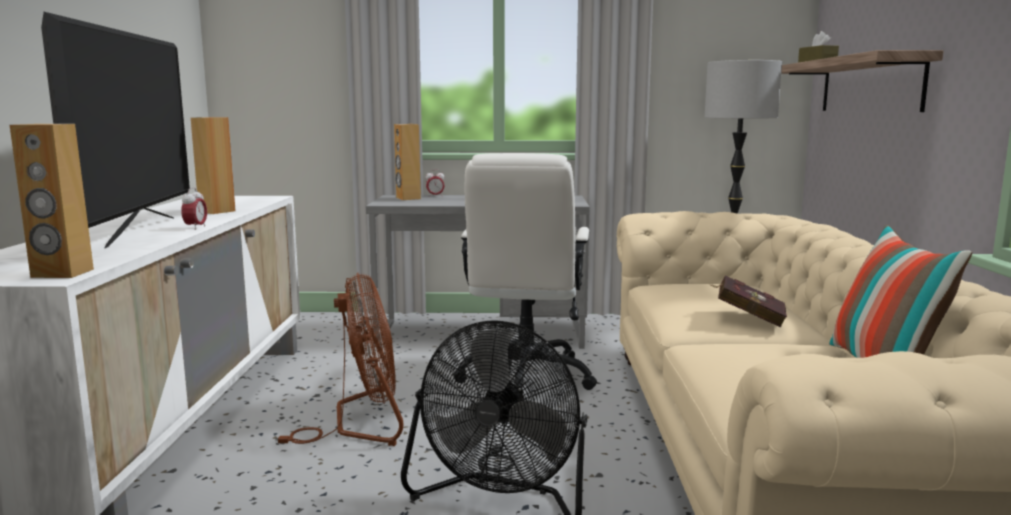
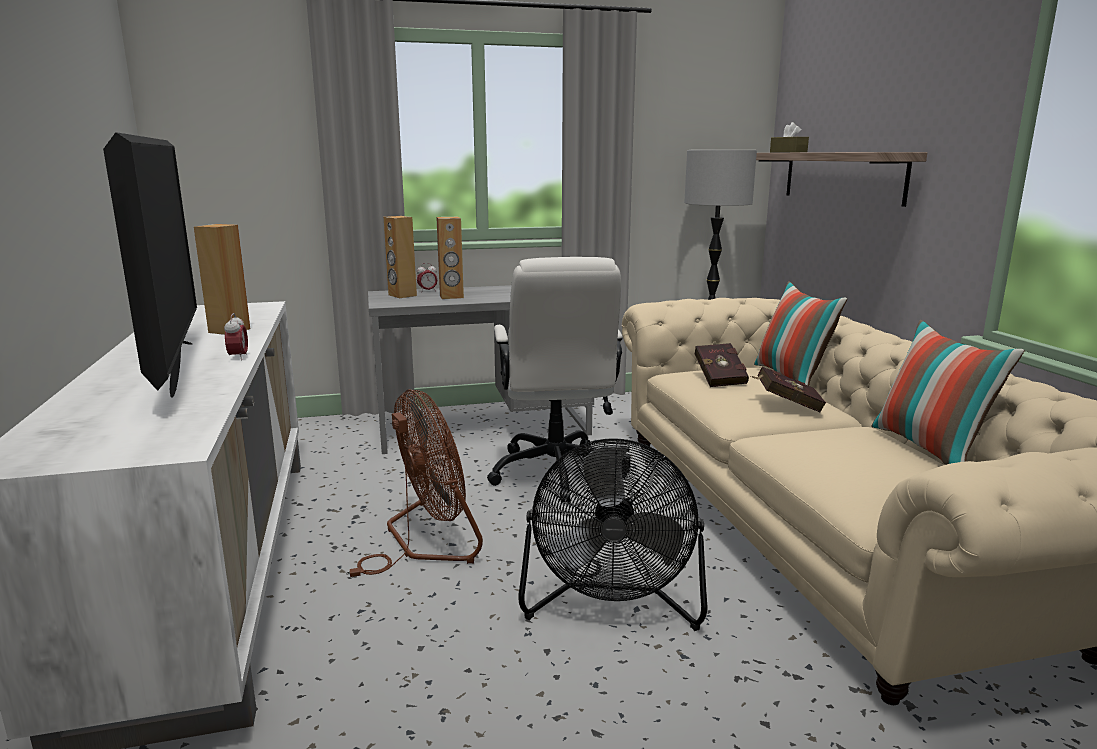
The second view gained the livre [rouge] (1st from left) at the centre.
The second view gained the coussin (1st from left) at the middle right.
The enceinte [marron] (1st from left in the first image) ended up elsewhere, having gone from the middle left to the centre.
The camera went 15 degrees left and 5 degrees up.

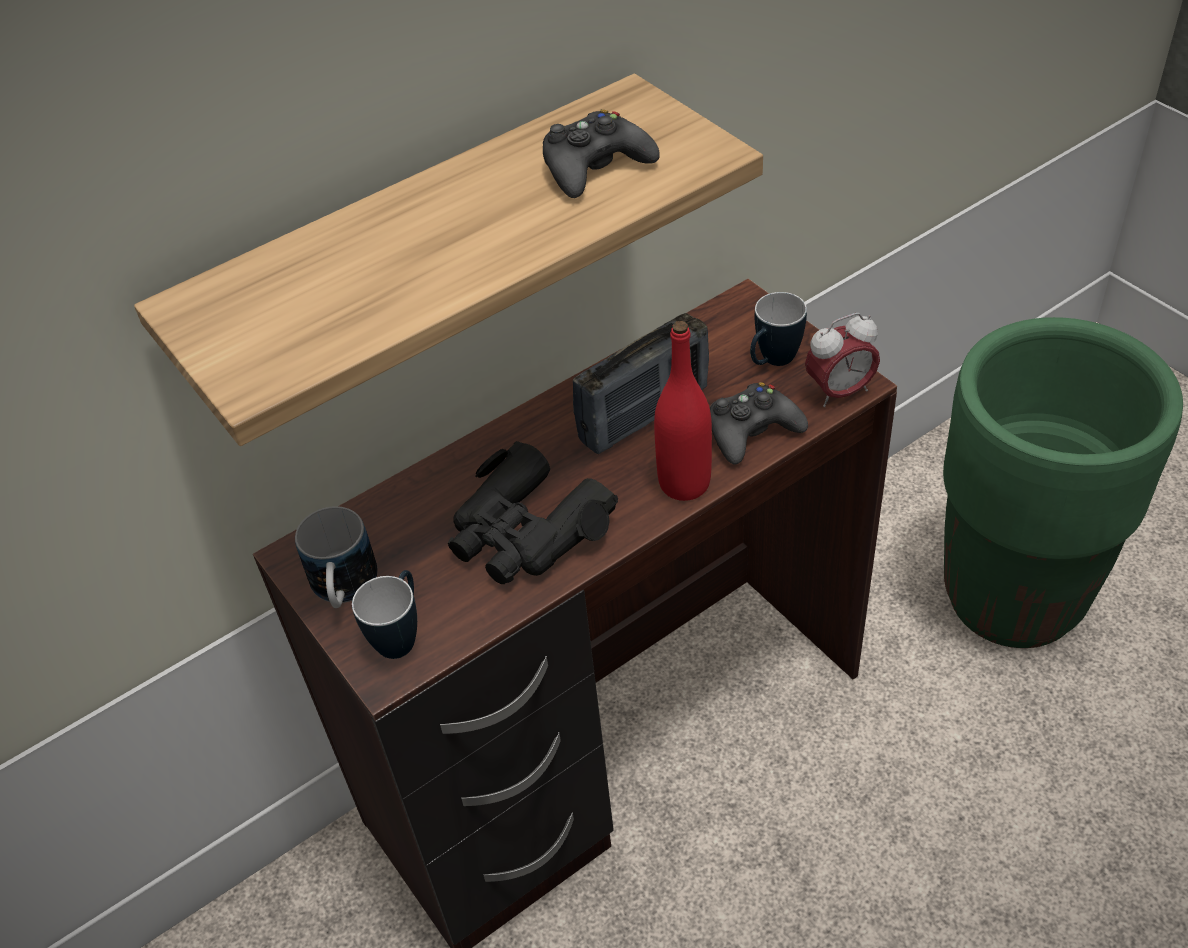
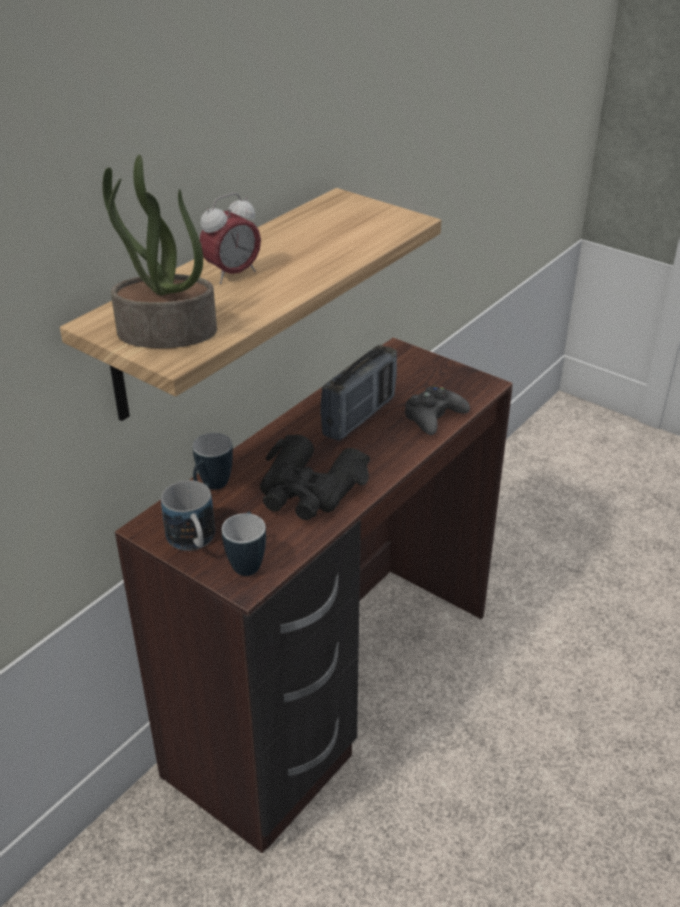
The second view lost the manette [noir] (1st from left) at the top centre.
The second view lost the bouteille [rouge] at the centre.
The second view lost the cache-pot [vert] at the middle right.
The second view gained the plante en pot at the top left.
The mug (3rd from left in the first image) ended up elsewhere, having gone from the centre to the middle left.
The réveil ended up elsewhere, having gone from the middle right to the top centre.
The camera went 20 degrees left and 10 degrees down.

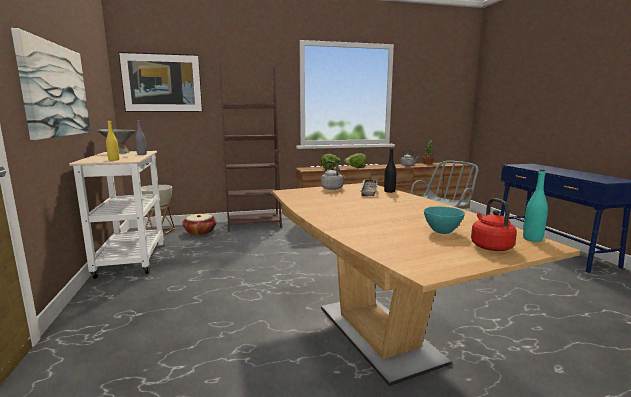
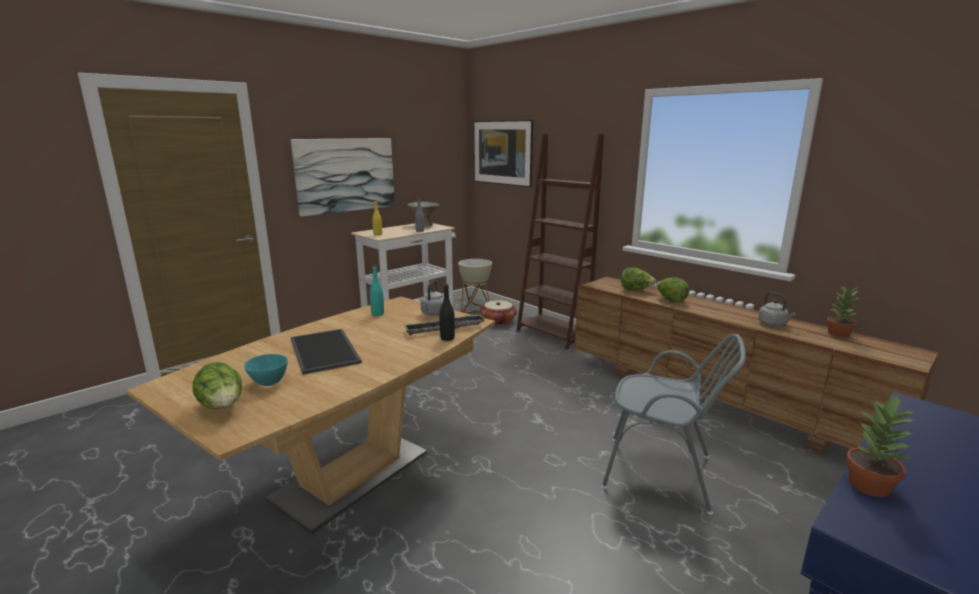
The second view gained the plateau (1st from left) at the middle left.
The second view gained the plante en pot (2nd from left) at the bottom right.
The bouteille [turquoise] ended up elsewhere, having gone from the middle right to the centre.
Where the bouilloire [rouge] stood at the middle right, the laitue (1st from left) came to stand at the middle left.
The camera went 60 degrees right and 5 degrees up.

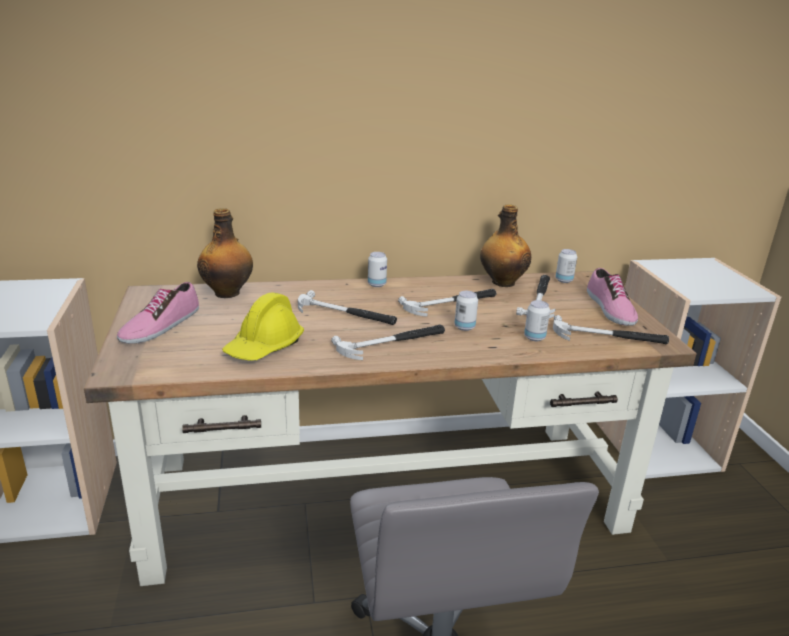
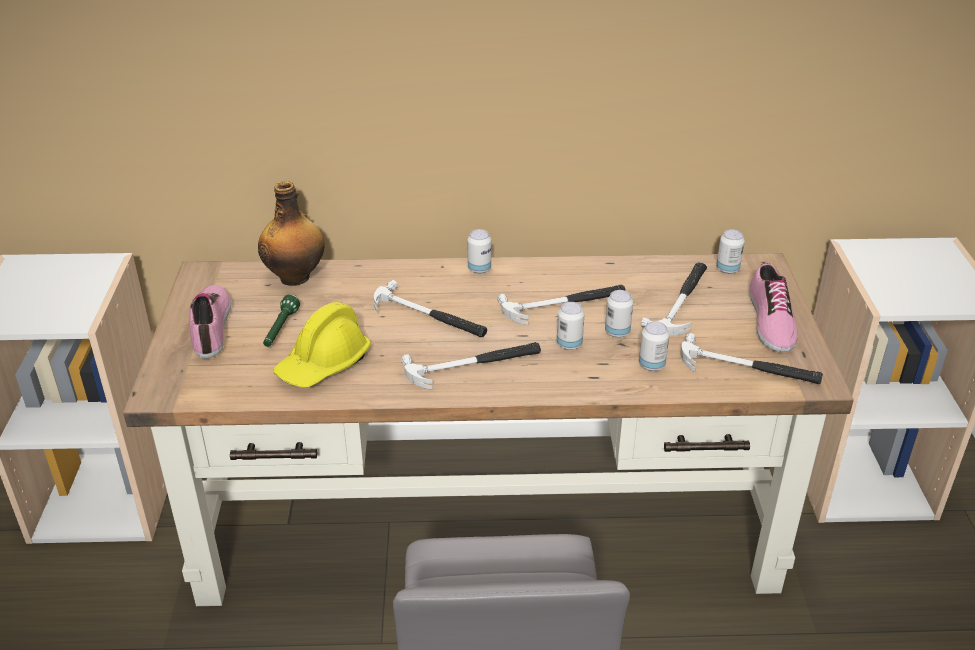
The second view lost the bouteille (2nd from left) at the centre.
The second view gained the lampe de poche [vert] at the middle left.
The second view gained the boîte métallique (3rd from left) at the centre.
The chaussure (1st from left) at the middle left ended up facing another way, 135 degrees clockwise from before.
The camera went 10 degrees right and 10 degrees up.

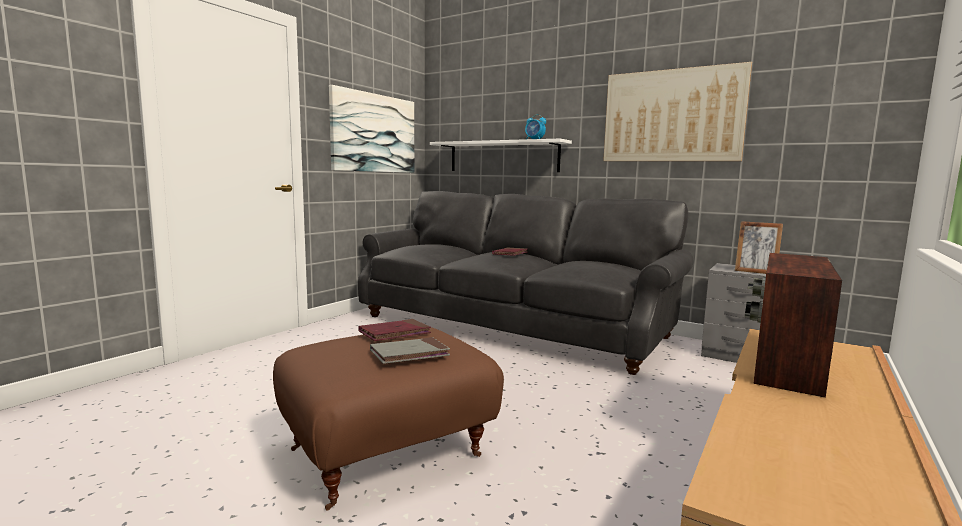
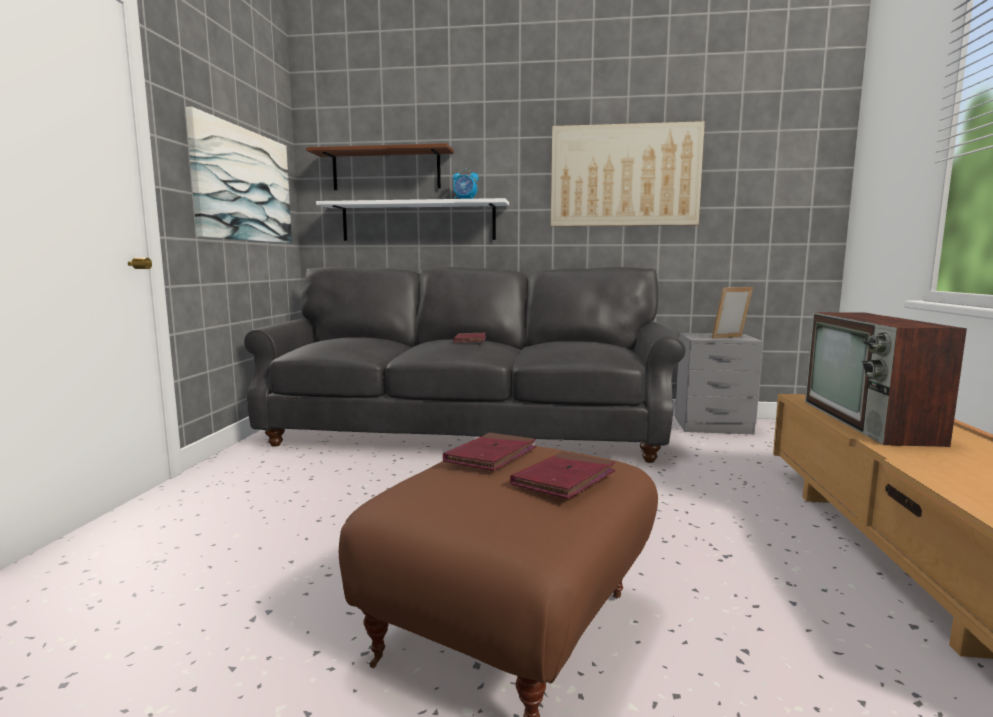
The second view gained the étagère [marron] at the top centre.
What was the livre [gris] at the centre turned into the livre [rouge] (3rd from left) at the centre.
The cadre photo at the middle right ended up facing another way, 150 degrees clockwise from before.
The camera went 25 degrees left and 0 degrees up.

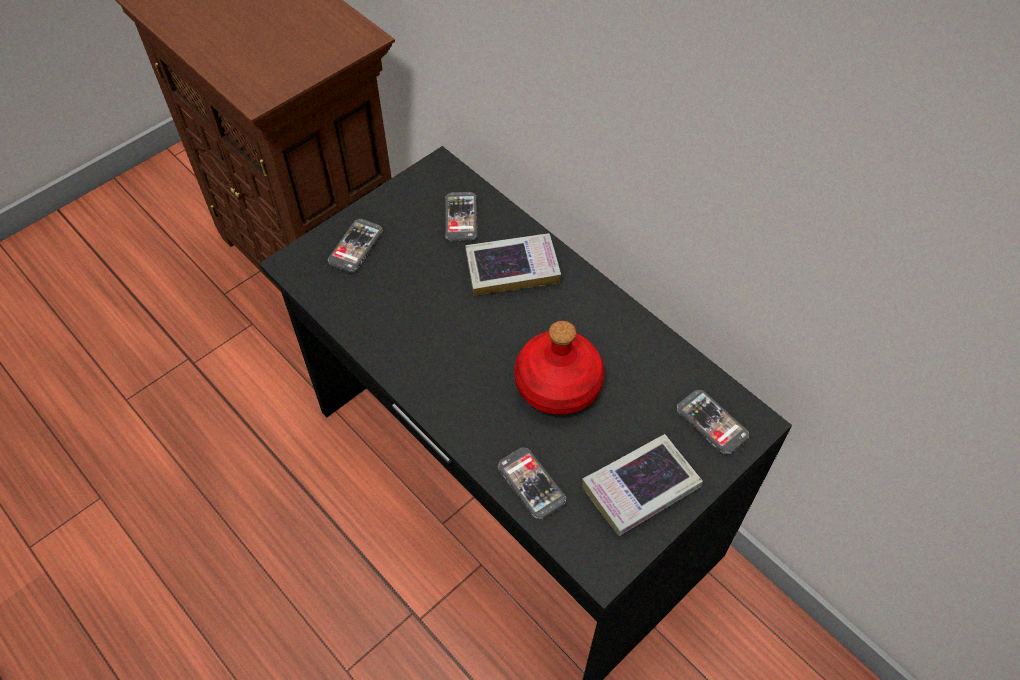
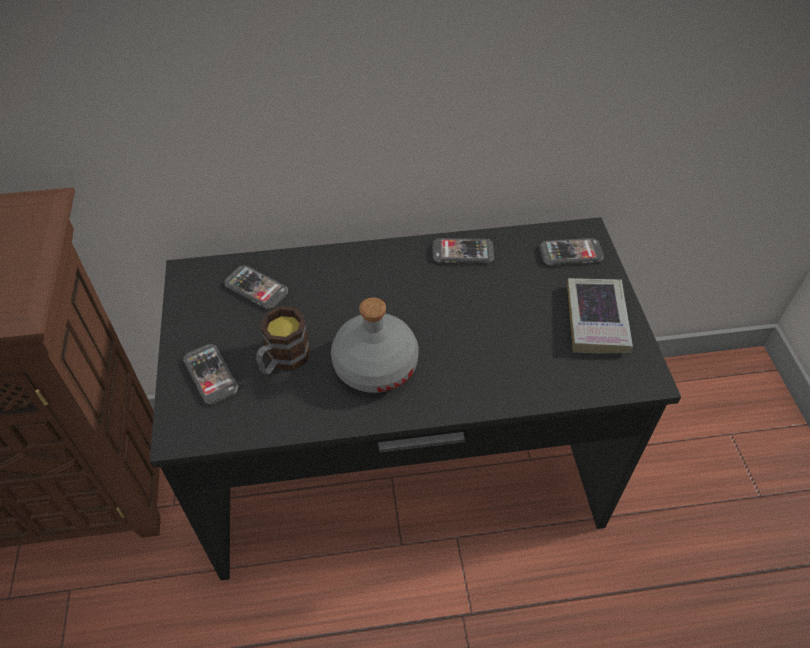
The second view lost the livre (1st from left) at the centre.
The second view lost the bouteille [rouge] at the centre.
The second view gained the mug at the centre.
The second view gained the bouteille [gris] at the centre.
The téléphone (3rd from left) ended up elsewhere, having gone from the bottom centre to the centre.
The camera went 55 degrees left and 5 degrees down.

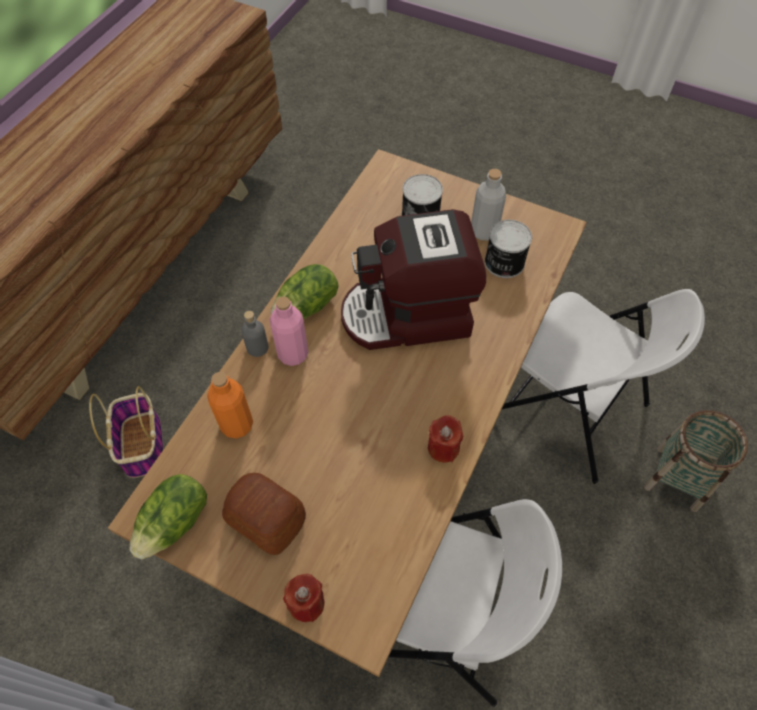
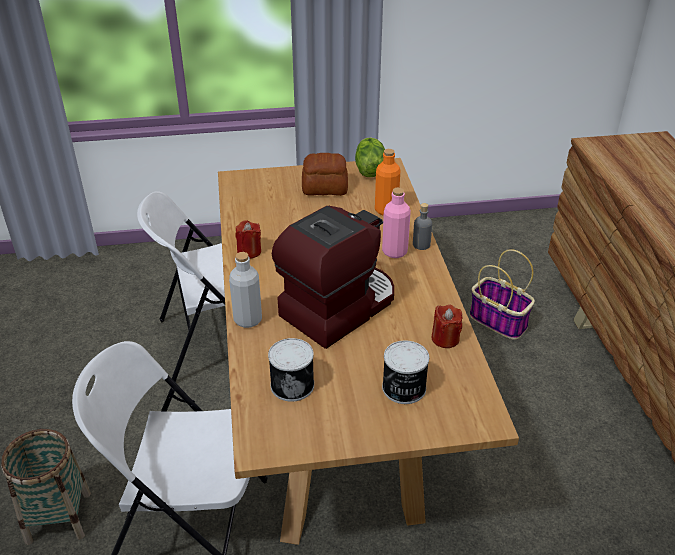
The second view lost the laitue (2nd from left) at the centre.
The bougie [rouge] (1st from left in the first image) ended up elsewhere, having gone from the bottom centre to the centre.
The bouteille [gris] (2nd from left in the first image) ended up elsewhere, having gone from the top centre to the centre.
The camera went 145 degrees right and 20 degrees down.

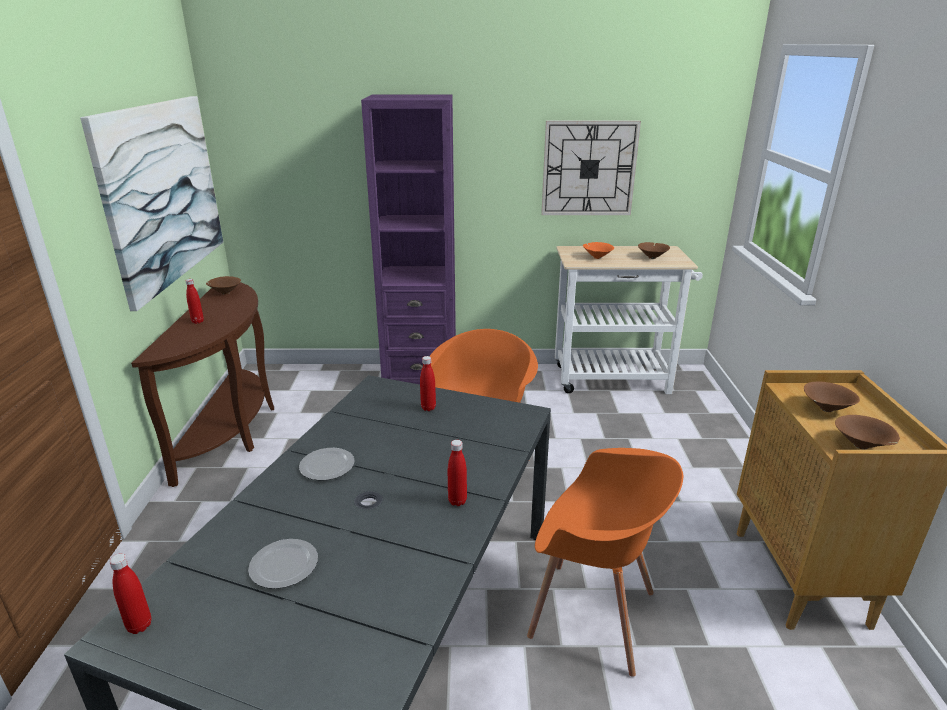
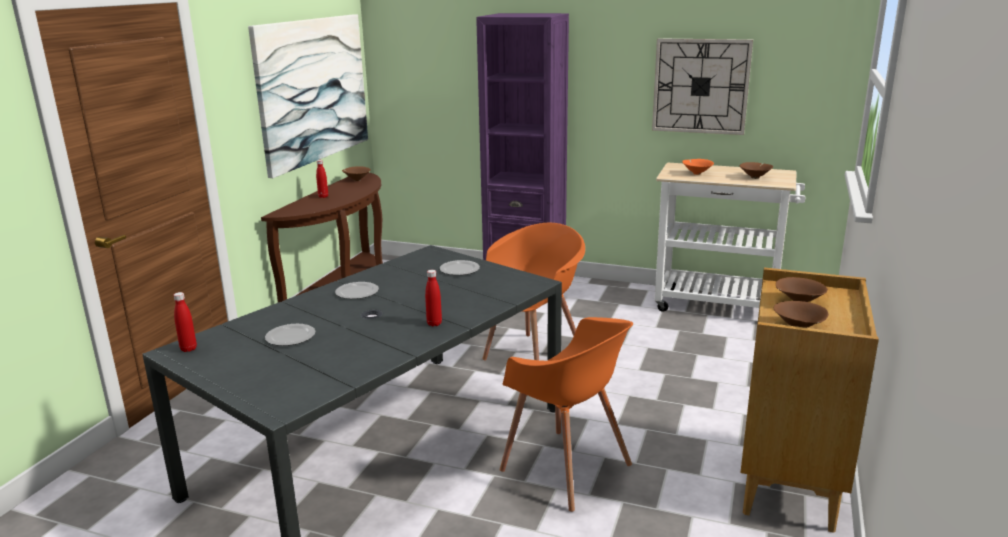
Where the bouteille [rouge] (3rd from left) stood at the centre, the assiette (3rd from left) came to stand at the centre.
The camera went 20 degrees right and 5 degrees down.

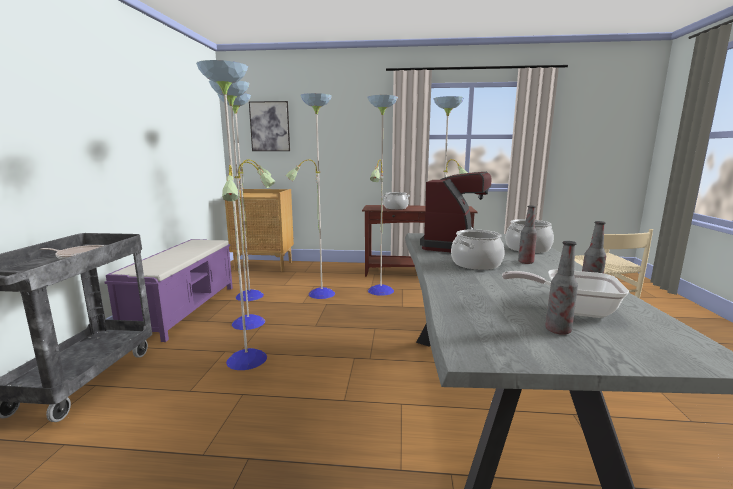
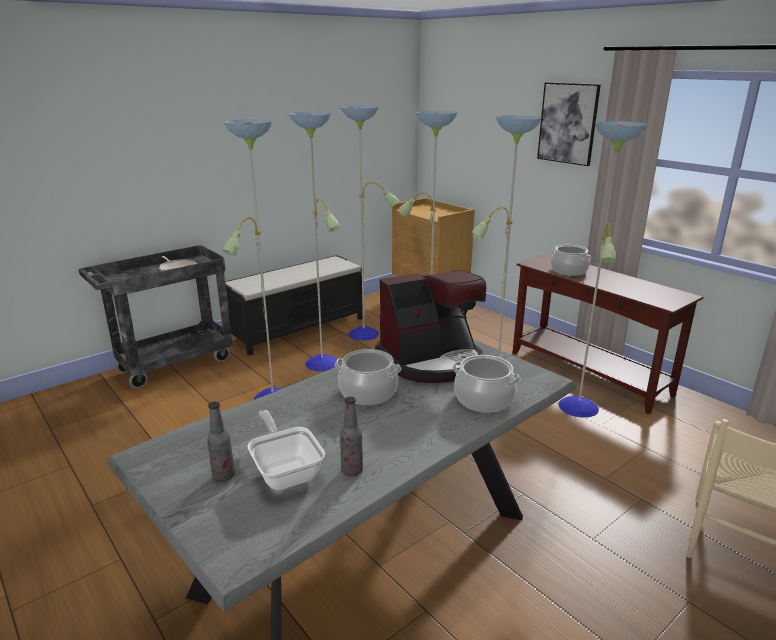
The second view lost the bouteille (1st from left) at the middle right.
The tableau ended up elsewhere, having gone from the top centre to the top right.
What was the banc [violet] at the middle left turned into the banc [noir] at the centre.
The camera went 45 degrees right and 10 degrees up.

